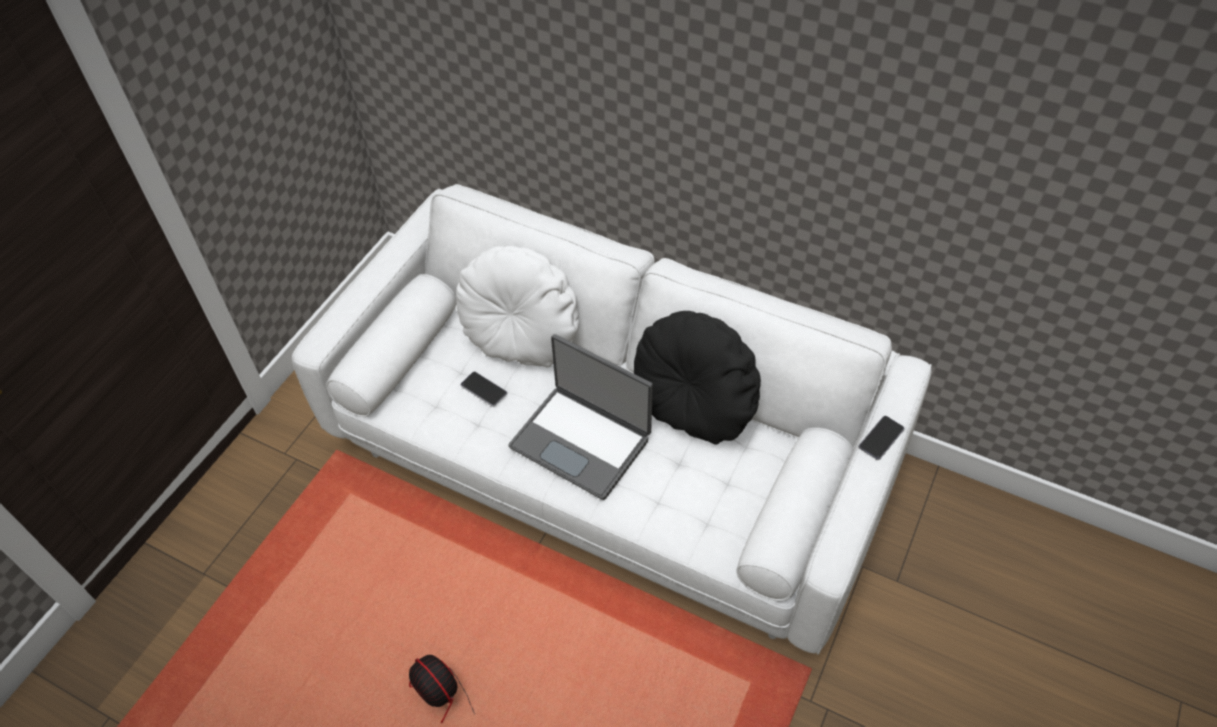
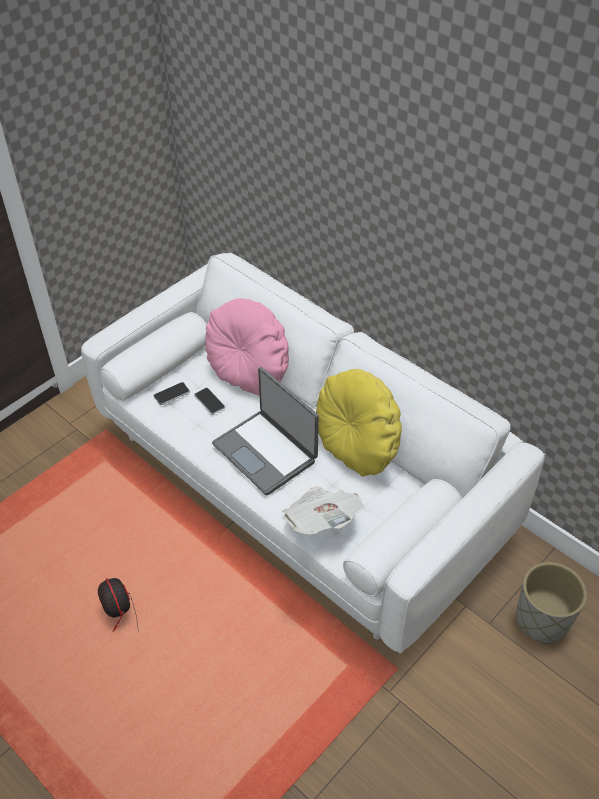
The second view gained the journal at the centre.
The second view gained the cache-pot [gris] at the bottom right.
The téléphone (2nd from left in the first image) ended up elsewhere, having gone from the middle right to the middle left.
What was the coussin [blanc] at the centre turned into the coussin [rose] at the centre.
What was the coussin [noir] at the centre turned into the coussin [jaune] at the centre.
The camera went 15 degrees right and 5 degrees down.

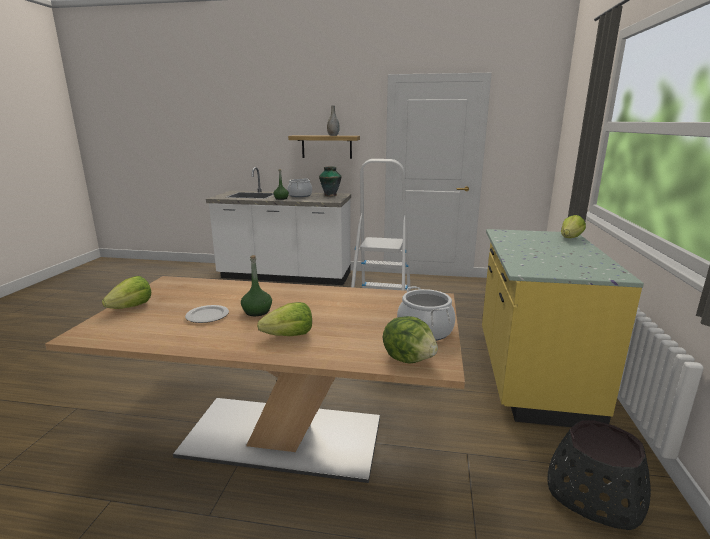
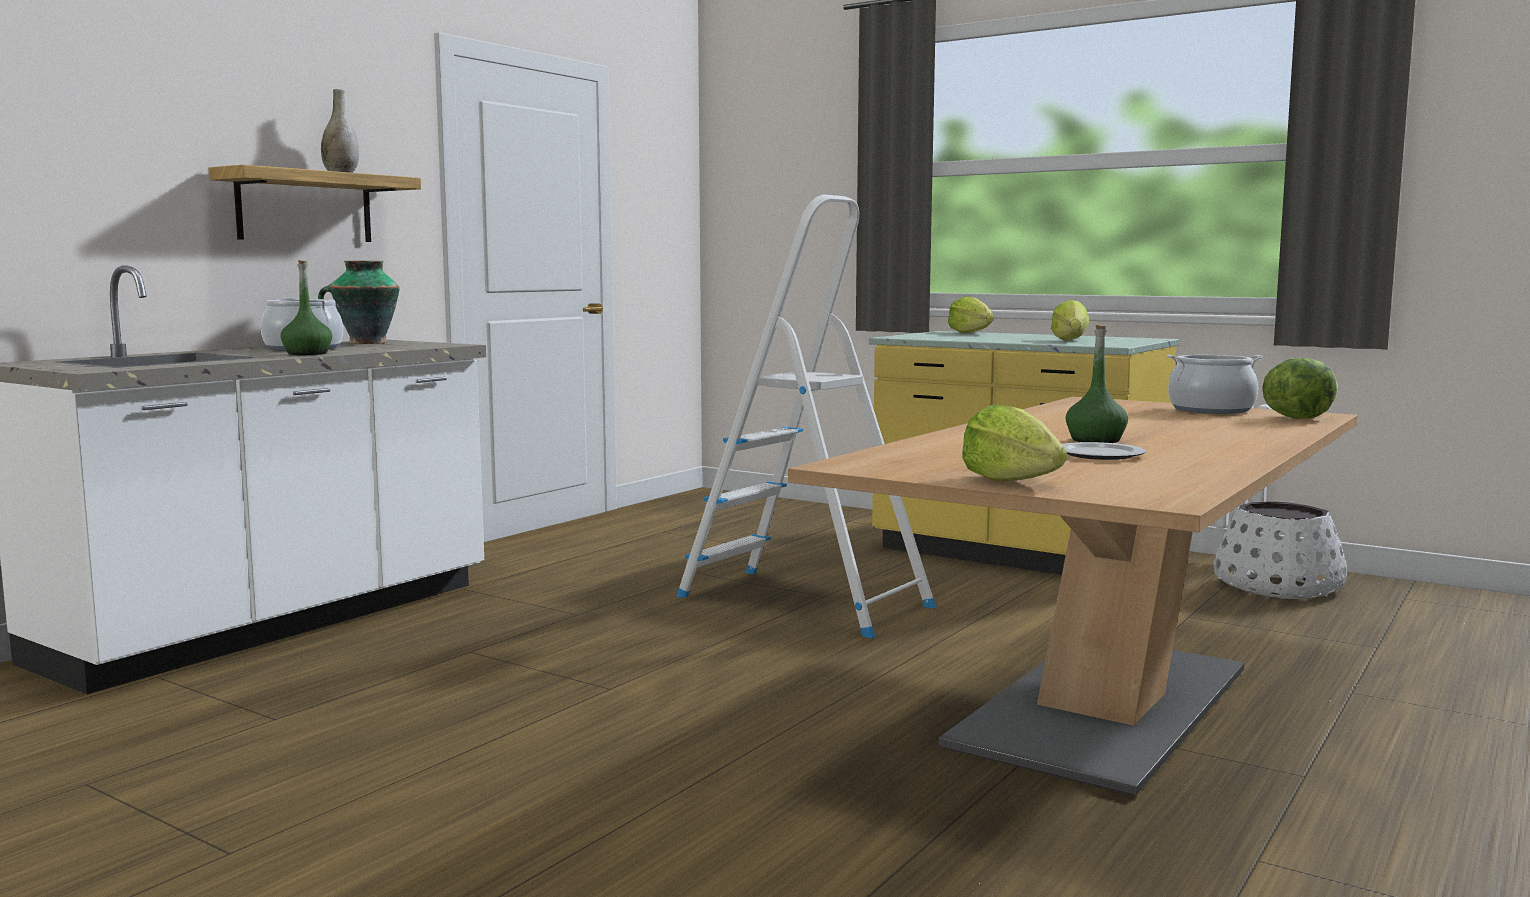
The laitue (2nd from left in the first image) ended up elsewhere, having gone from the centre to the middle right.
What was the cache-pot [noir] at the bottom right turned into the cache-pot [blanc] at the middle right.
The camera went 65 degrees left and 10 degrees down.

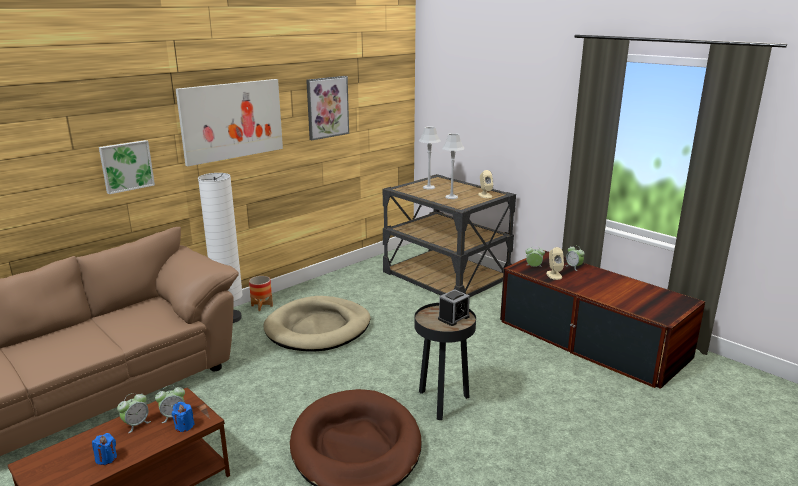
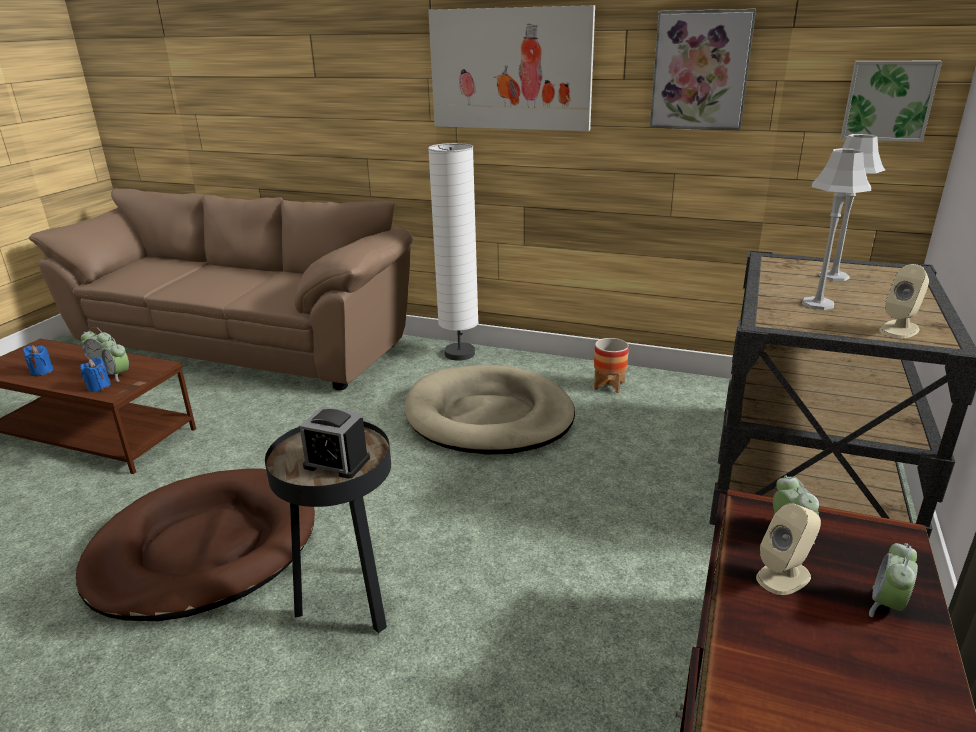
The tableau (1st from left in the first image) ended up elsewhere, having gone from the middle left to the top right.
The cache-pot ended up elsewhere, having gone from the middle left to the centre.
The camera went 65 degrees right and 5 degrees up.

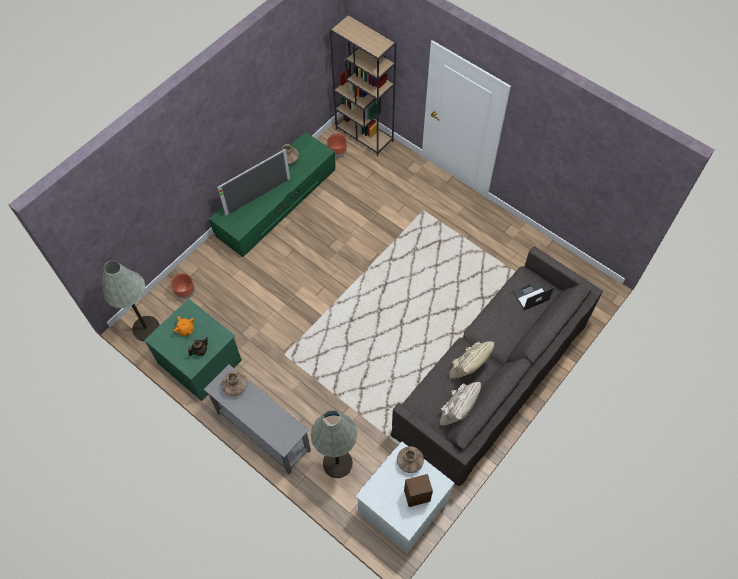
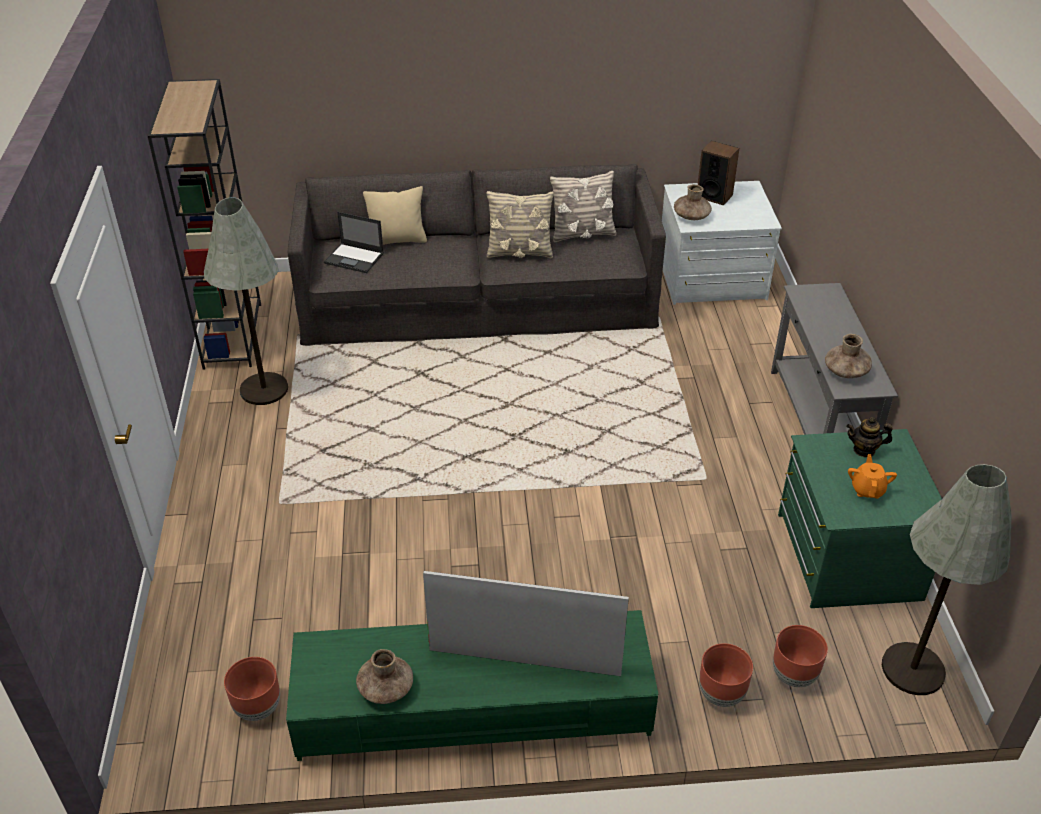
The second view gained the coussin [beige] (1st from left) at the top centre.
The second view gained the cache-pot [marron] (2nd from left) at the bottom right.
The lampadaire [gris] (2nd from left in the first image) ended up elsewhere, having gone from the bottom centre to the middle left.
The bibliothèque ended up elsewhere, having gone from the top centre to the top left.
The camera went 135 degrees left and 20 degrees down.

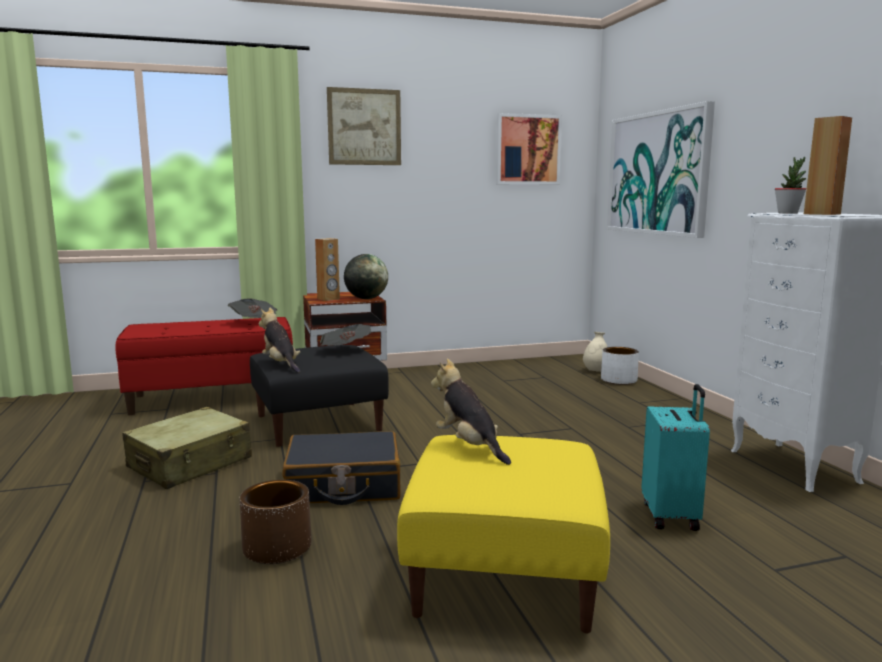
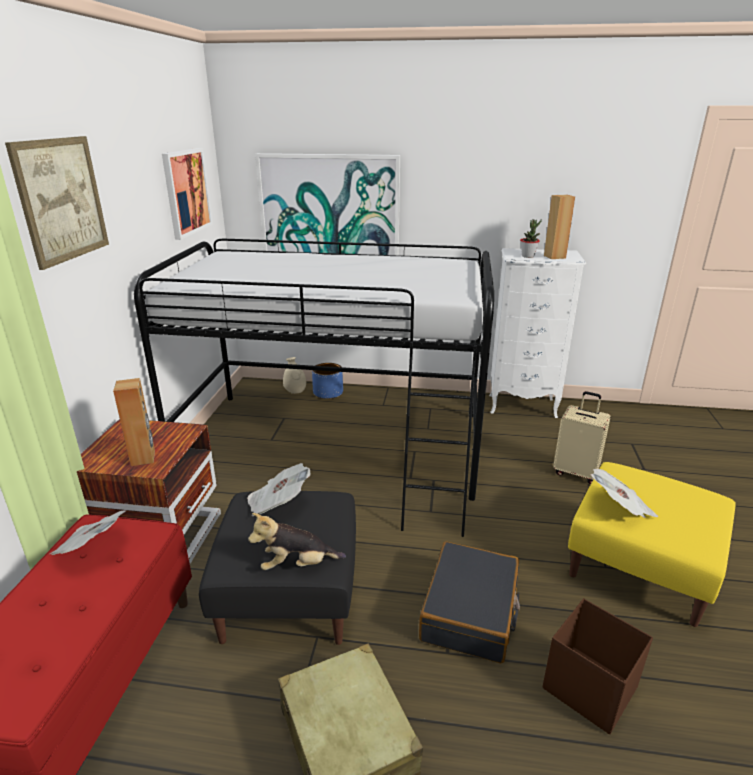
The second view lost the globe at the centre.
The second view gained the lit [noir] at the centre.
Where the cache-pot [marron] stood at the bottom left, the boîte de rangement [marron] came to stand at the bottom right.
Where the peluche (2nd from left) stood at the centre, the journal (3rd from left) came to stand at the middle right.
What was the cache-pot [blanc] at the middle right turned into the cache-pot [bleu] at the centre.
What was the valise [turquoise] at the bottom right turned into the valise [beige] (2nd from left) at the middle right.
The camera went 65 degrees left and 15 degrees up.

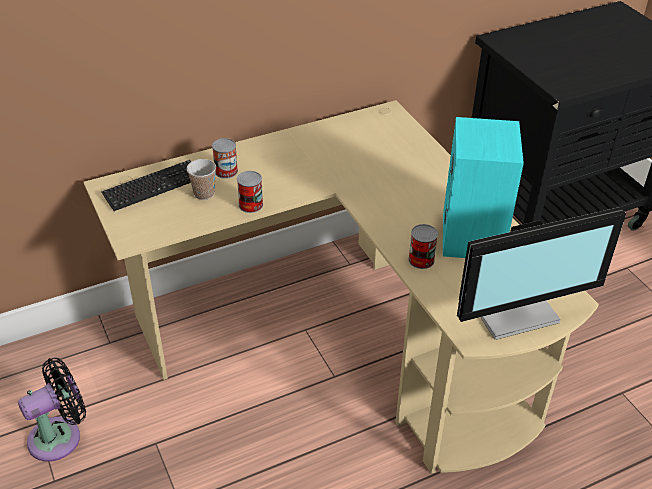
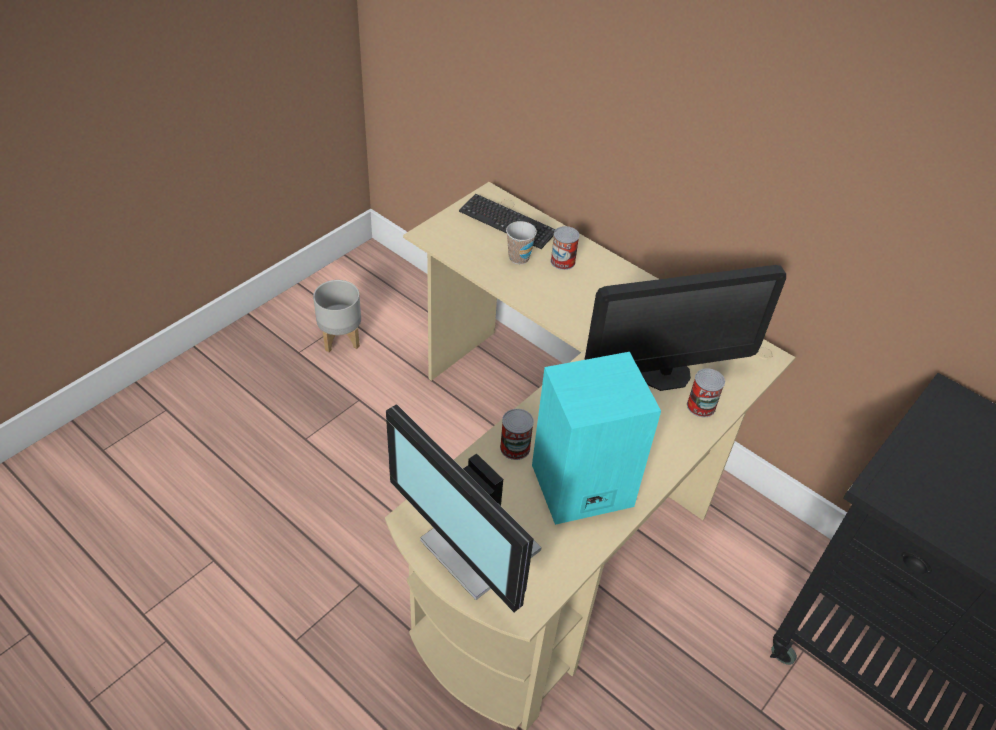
The second view gained the écran d'ordinateur (2nd from left) at the middle right.
The boîte métallique (2nd from left in the first image) ended up elsewhere, having gone from the centre to the middle right.
Where the ventilateur [noir] stood at the bottom left, the cache-pot [gris] came to stand at the centre.
The camera went 65 degrees right and 5 degrees up.

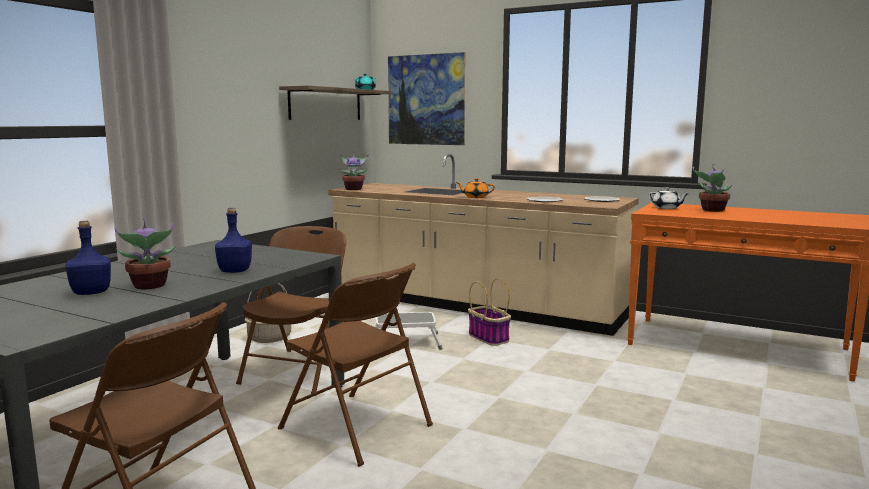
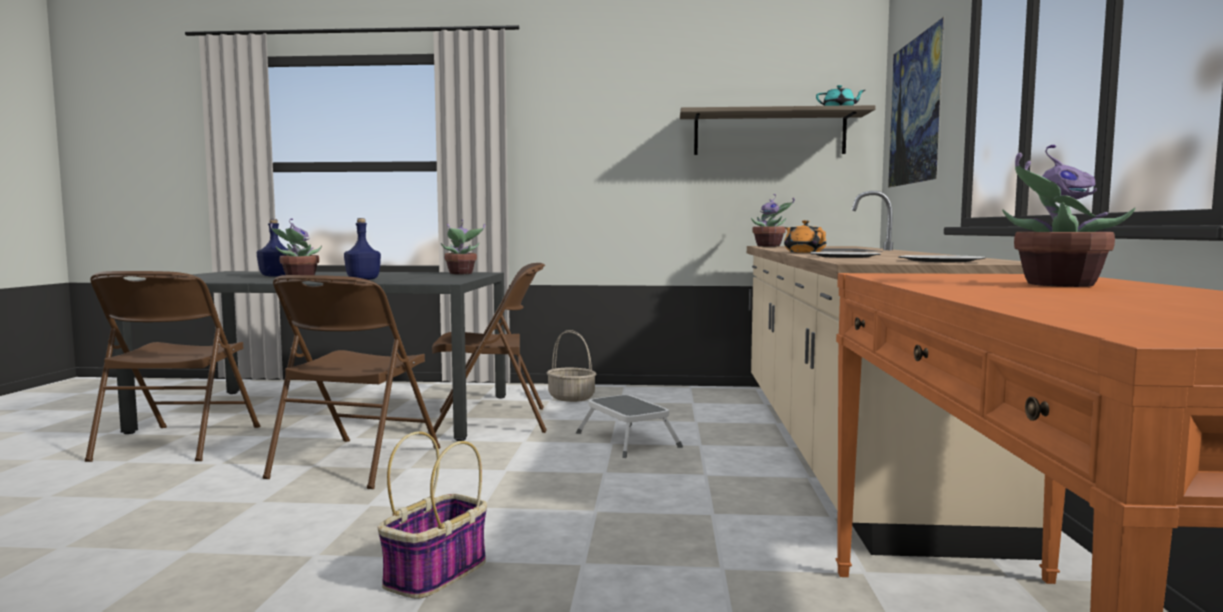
The second view lost the théière [blanc] at the middle right.
The second view gained the plante en pot (2nd from left) at the centre.
The panier (2nd from left in the first image) ended up elsewhere, having gone from the centre to the bottom centre.
The camera went 65 degrees right and 5 degrees down.

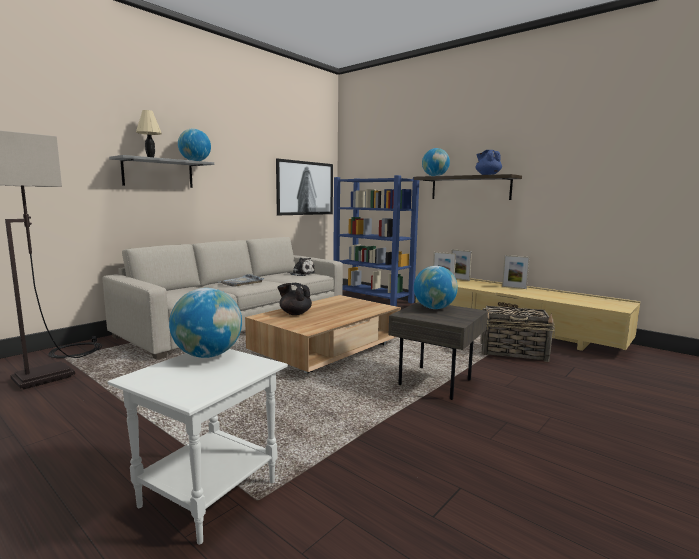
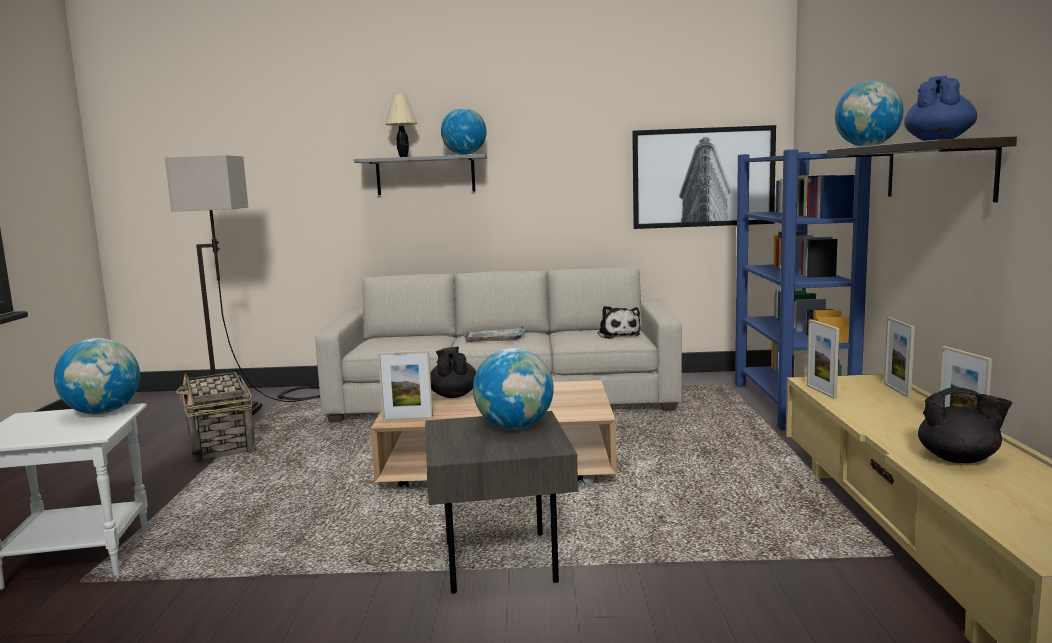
The second view gained the cadre photo (1st from left) at the centre.
The second view gained the théière [noir] (2nd from left) at the middle right.
The panier ended up elsewhere, having gone from the middle right to the middle left.
The camera went 50 degrees right and 0 degrees up.

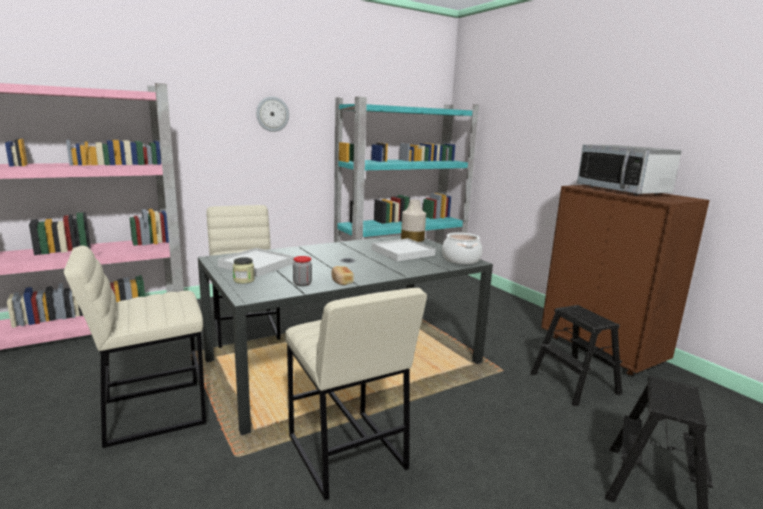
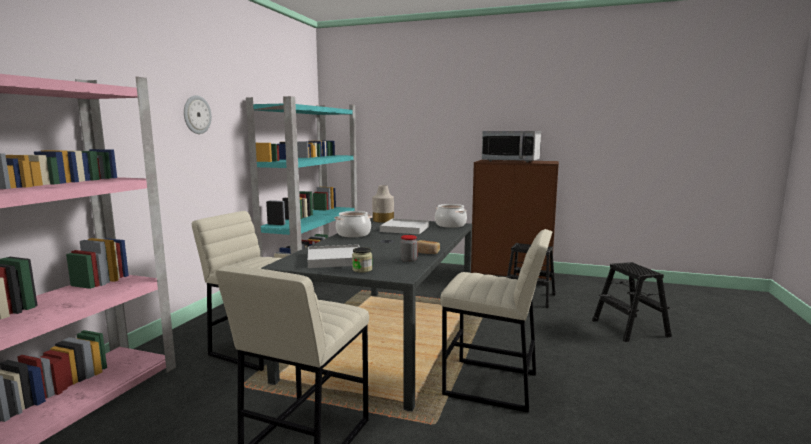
The second view gained the marmite (1st from left) at the centre.
The camera went 40 degrees left and 5 degrees down.

